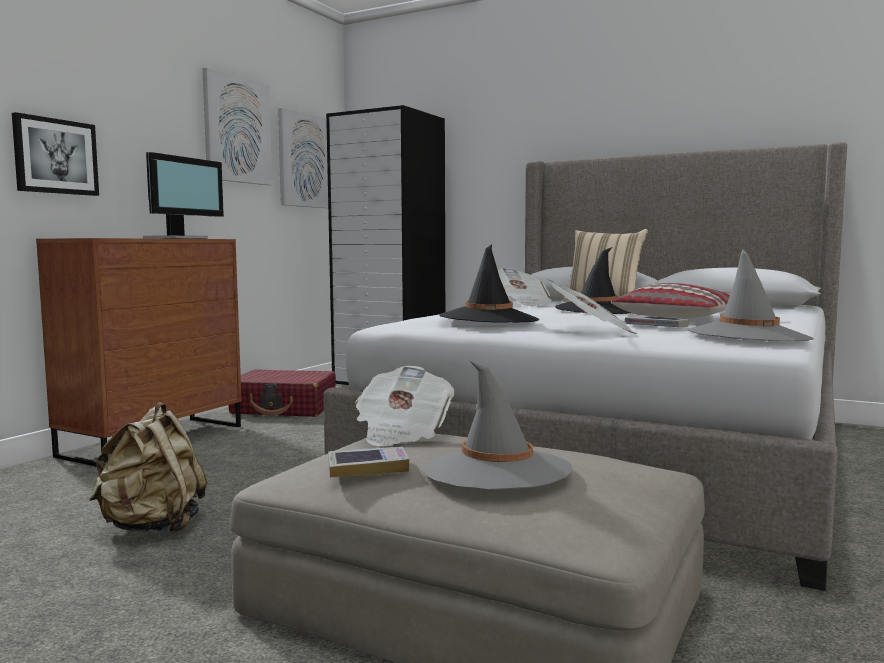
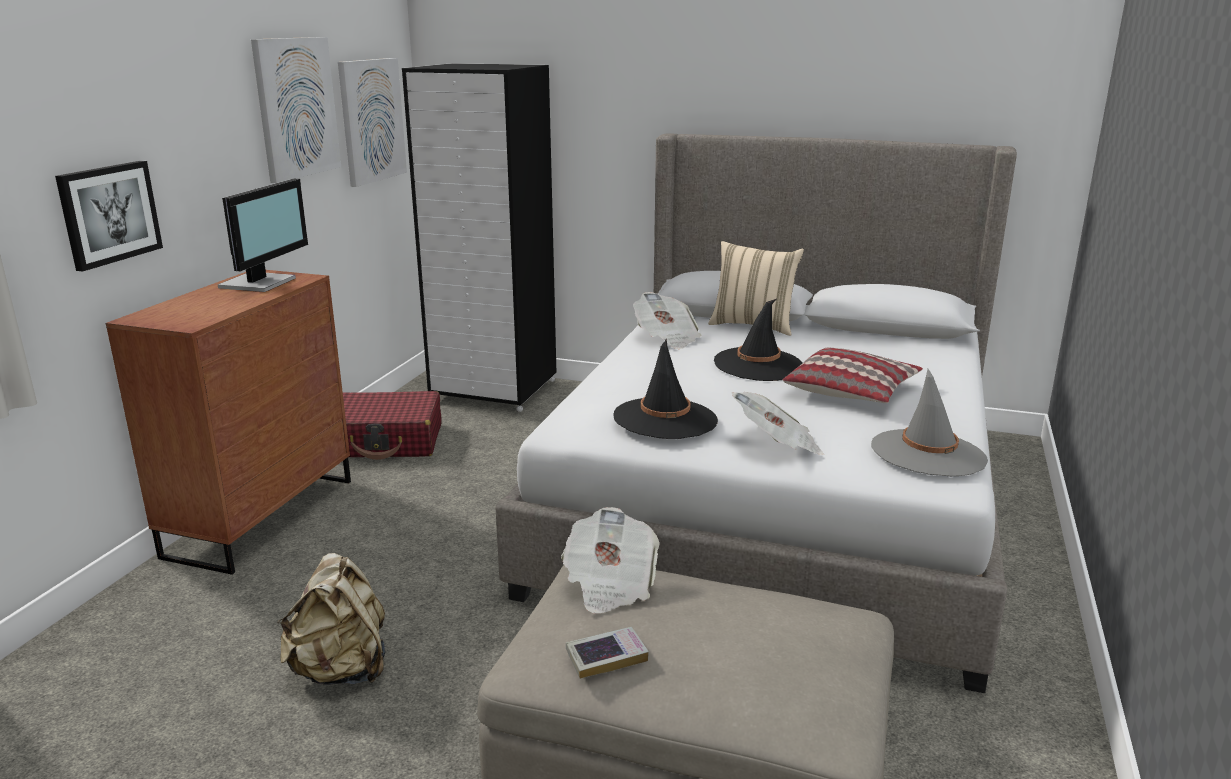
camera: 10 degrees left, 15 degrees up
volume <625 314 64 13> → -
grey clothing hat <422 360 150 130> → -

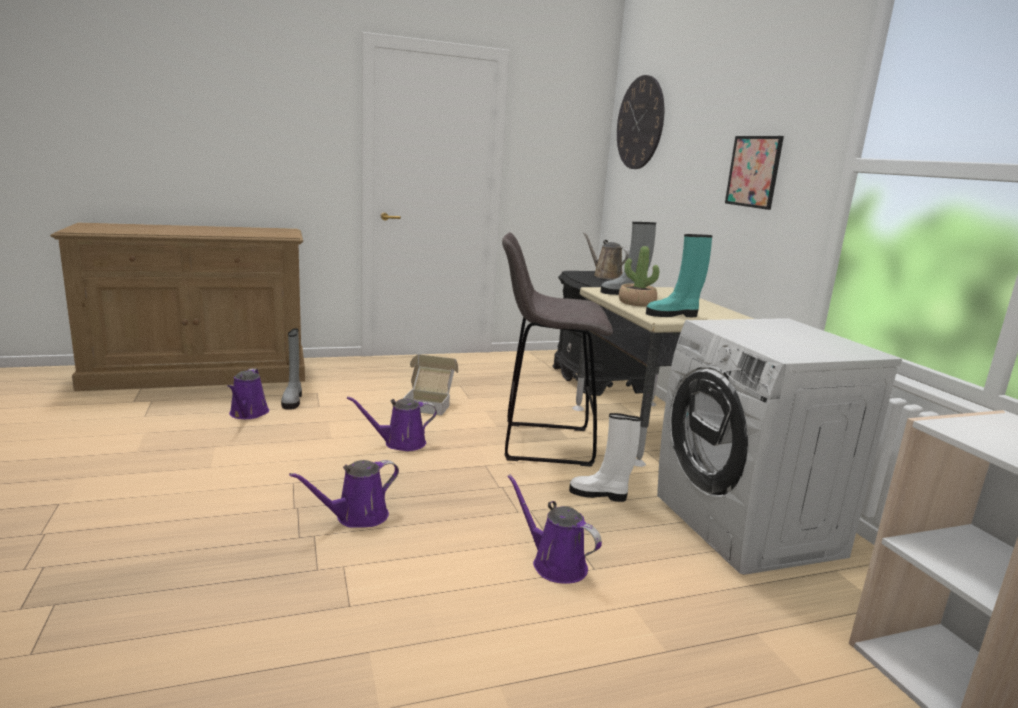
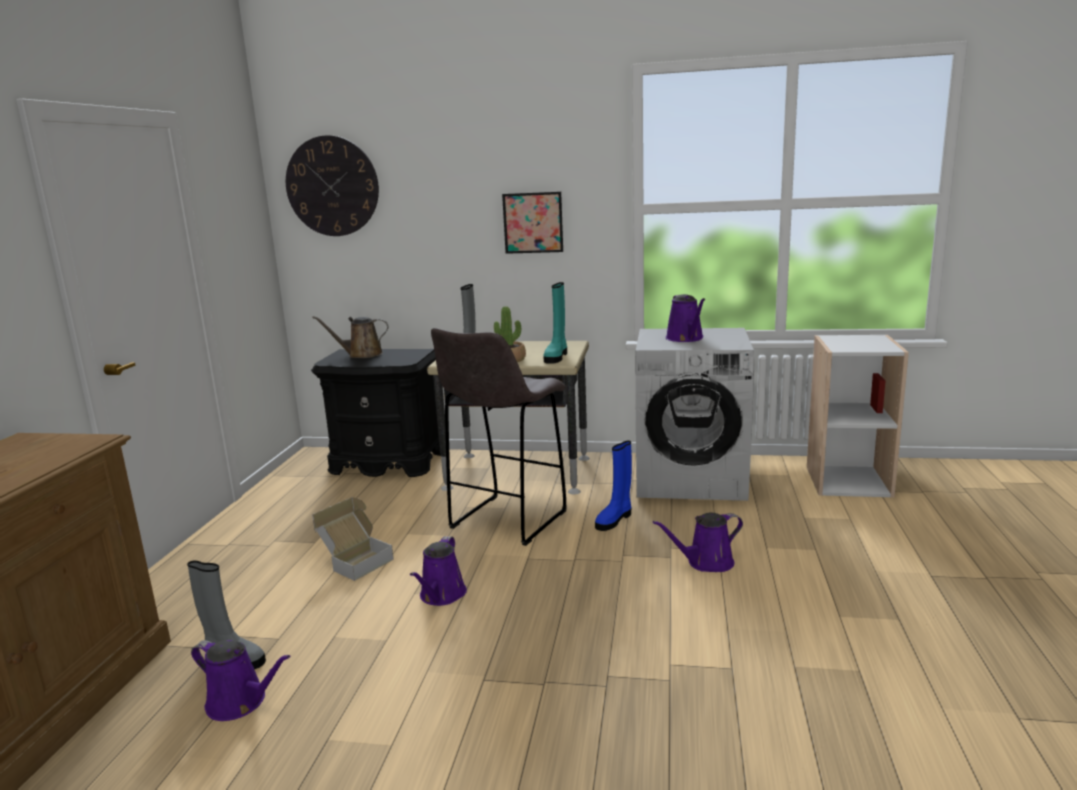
camera: 60 degrees left, 0 degrees up
white boot <569 413 72 89> → bluish boot <595 441 37 90>
purple watering can <289 460 110 68> → purple watering can <666 294 39 48>, move

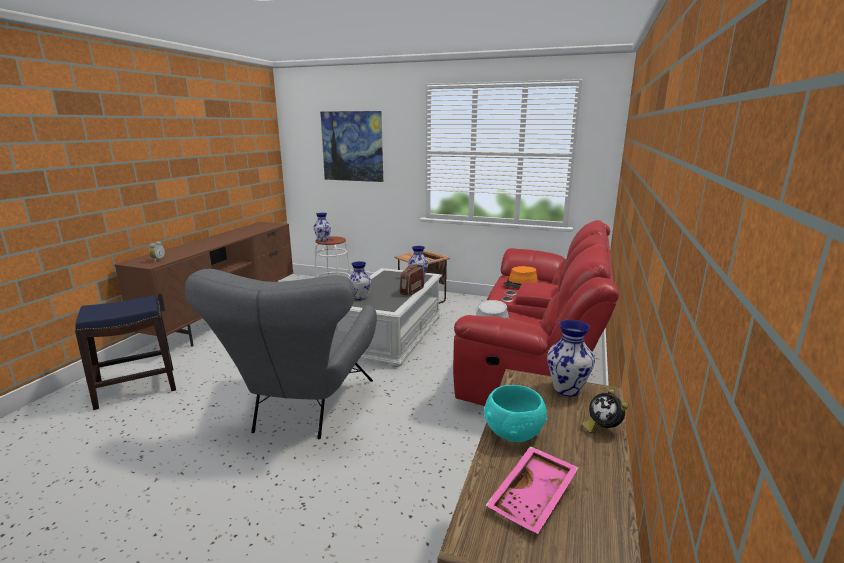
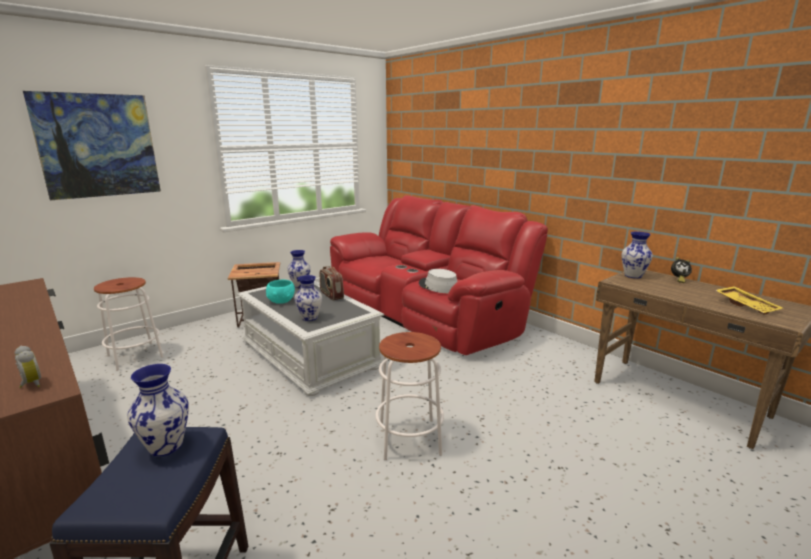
camera: 60 degrees left, 0 degrees up
vase <314 213 17 29> → vase <127 364 62 92>, move
orange clothing hat <504 266 34 22> → -
grey armchair <185 269 192 171> → white stool seat <375 332 69 128>
turquoise bowl <483 385 64 57> → turquoise bowl <266 279 29 25>, move
pinkish serving tray <485 446 94 88> → yellow serving tray <716 286 67 28>

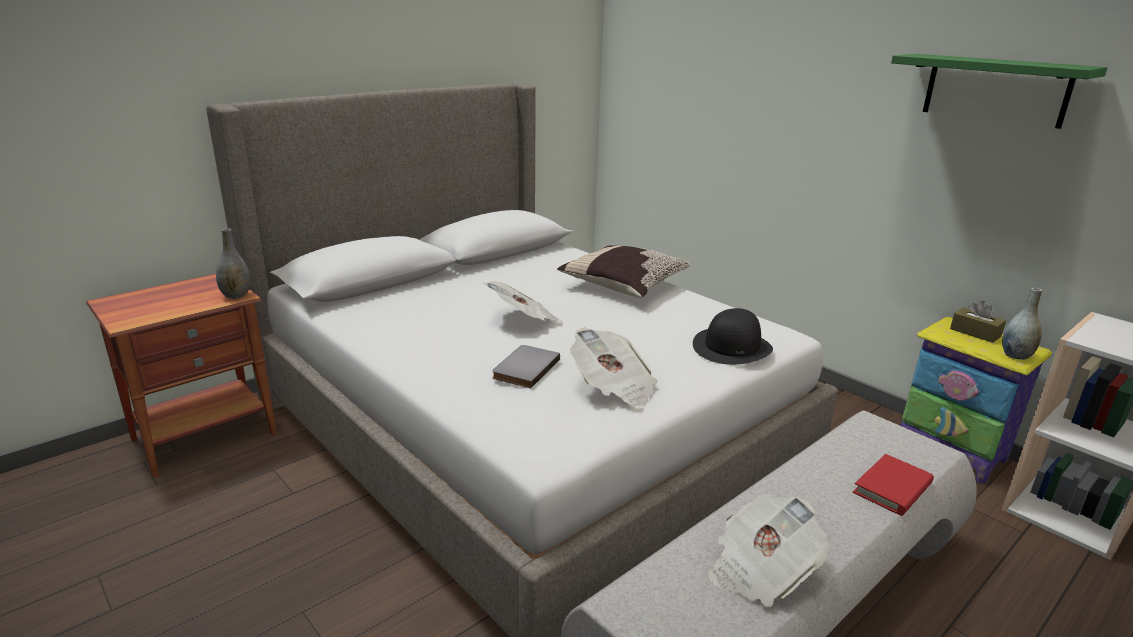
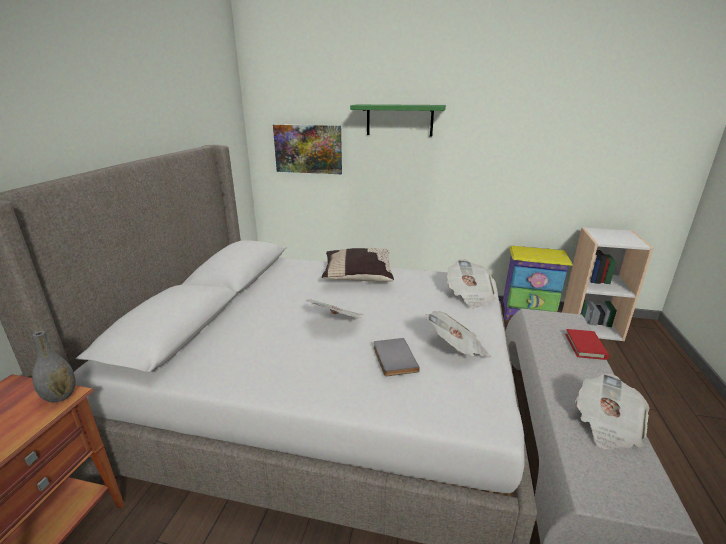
camera: 35 degrees left, 0 degrees up
green-coloured wall shelf <891 54 216 75> → green-coloured wall shelf <350 104 96 32>, move
grey vase <1002 288 40 72> → -
brown-coloured tissue box <950 301 56 42> → -
black clothing hat <693 308 80 57> → daily paper <447 259 49 50>
- → wall art <273 124 69 50>

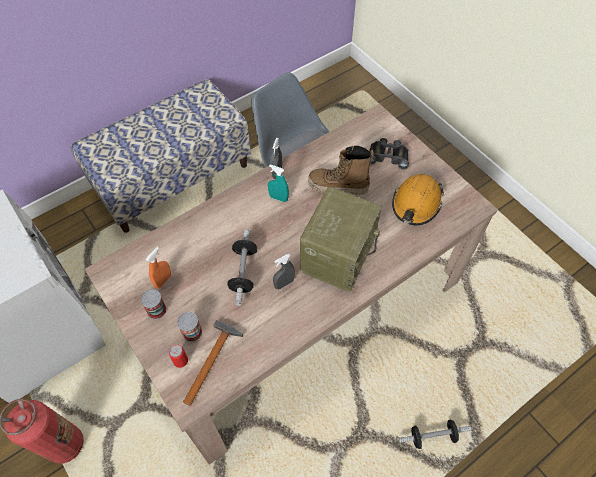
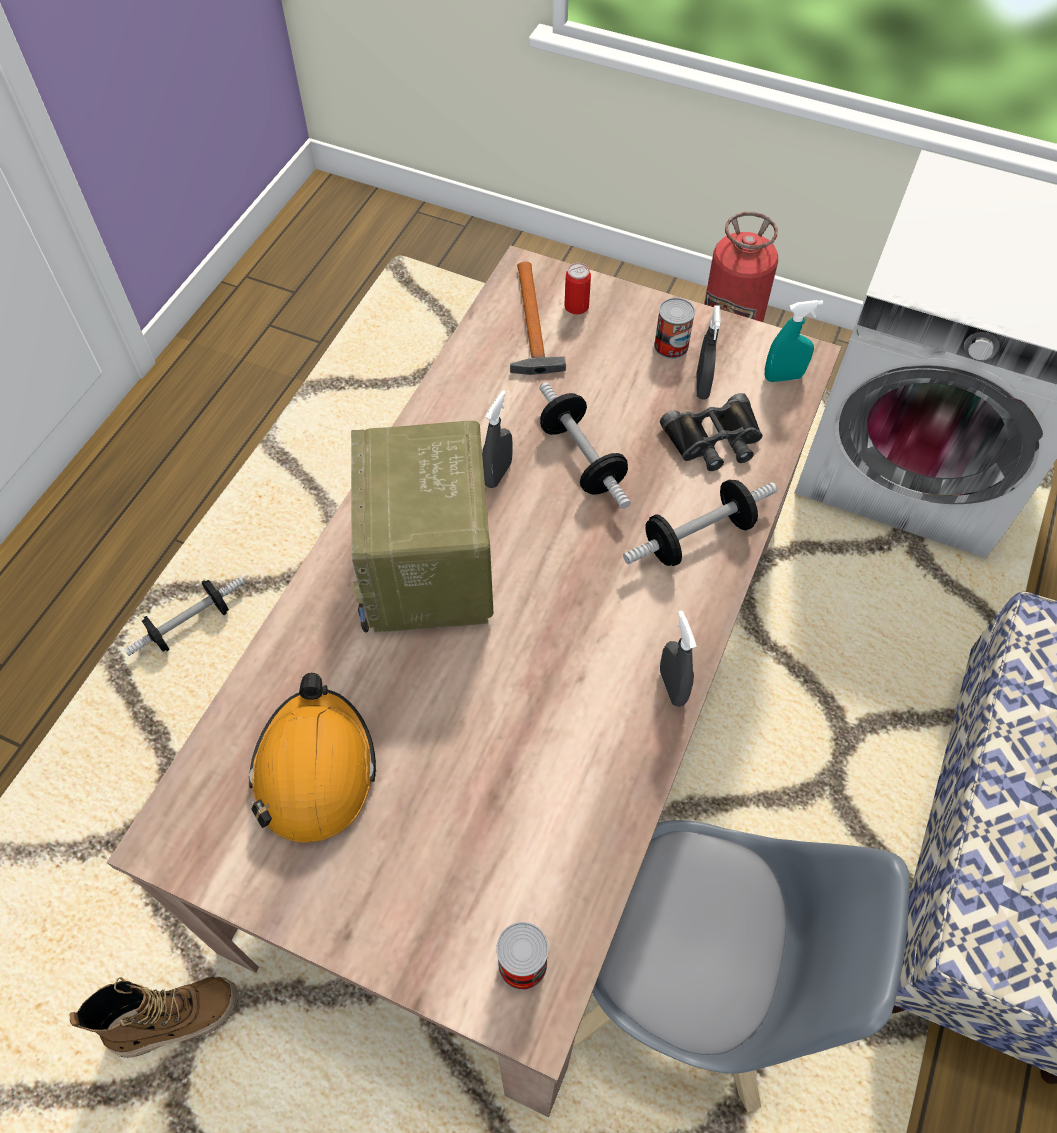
camera: 150 degrees right, 0 degrees up
black field glasses <369 138 40 32> → black field glasses <660 393 103 78>, move
boot <308 145 66 50> → boot <70 976 169 82>, move
turquoise sprayer <268 165 21 37> → turquoise sprayer <765 300 58 82>, move
orange sprayer <146 247 25 41> → grey sprayer <696 305 25 95>
sealed can <177 312 25 30> → sealed can <496 922 53 68>, move
- → dumbbell <623 479 154 87>

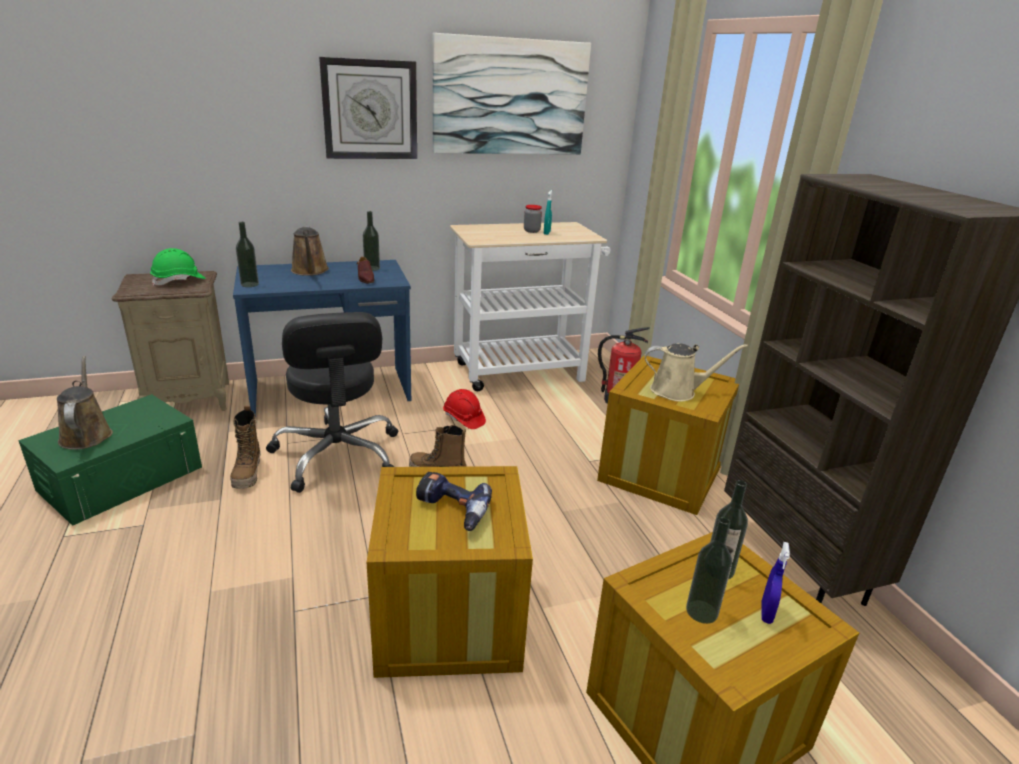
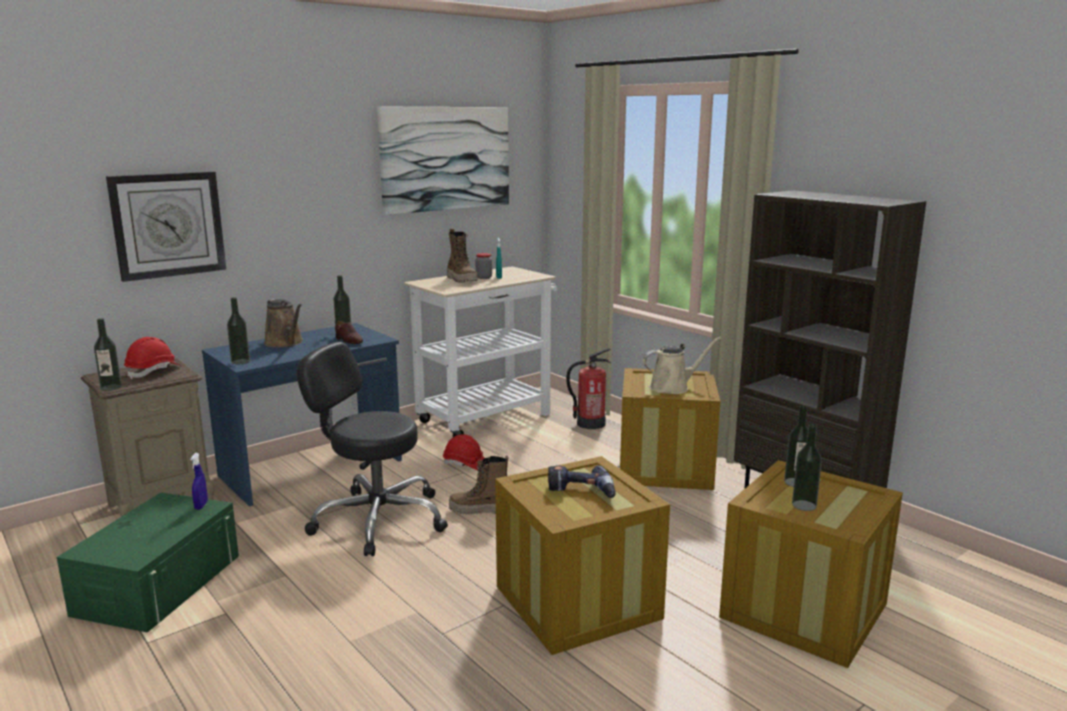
camera: 20 degrees left, 10 degrees down
hanging clock <319 57 98 102> → hanging clock <106 172 120 110>, move
green-coloured work helmet <150 248 56 38> → reddish work helmet <124 337 57 42>
black computer chair <266 312 132 181> → black computer chair <296 342 152 214>, 150 degrees clockwise
brown-coloured watering can <57 356 56 94> → -
boot <230 405 31 84> → boot <447 229 31 54>, move
bluish sprayer <761 542 29 82> → bluish sprayer <190 453 18 57>, move
- → bottle <94 318 28 73>

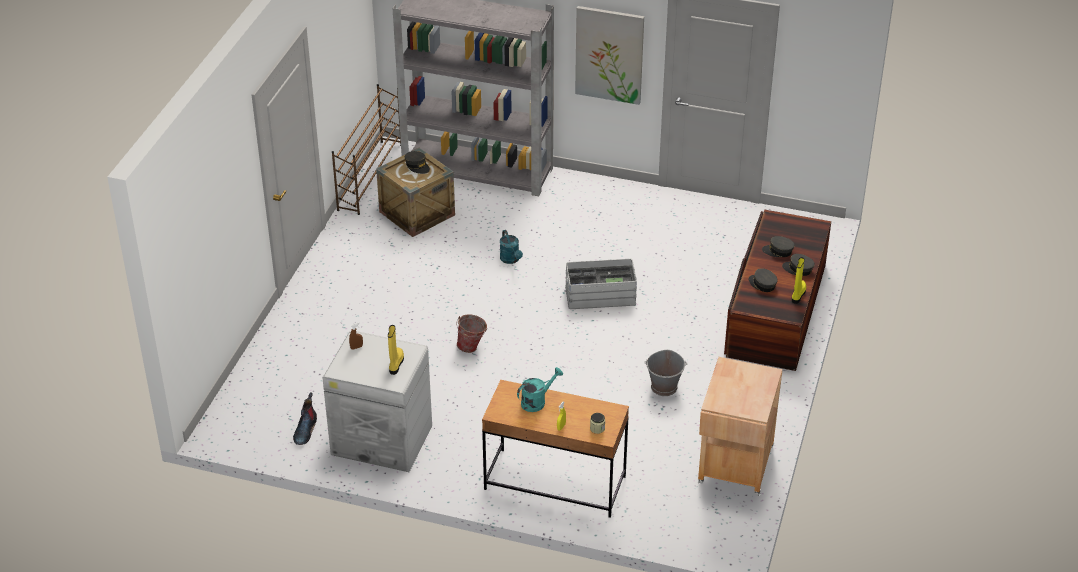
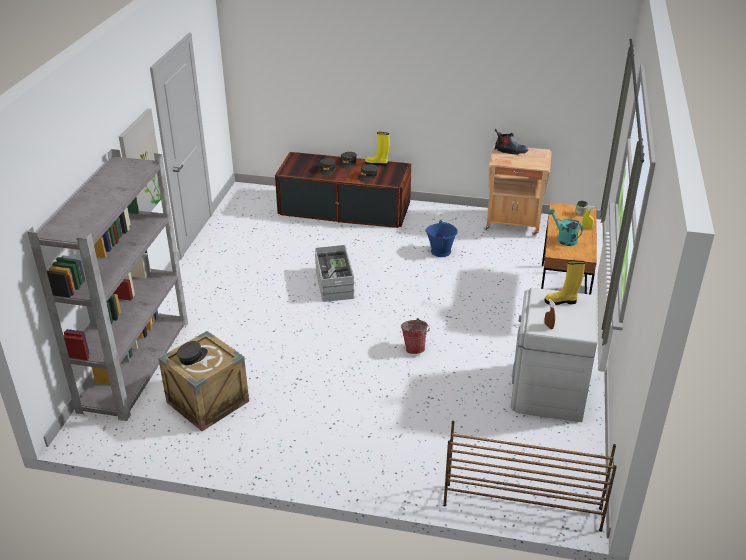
camera: 95 degrees left, 5 degrees down
brown-coloured shoe rack <332 84 69 131> → brown-coloured shoe rack <443 421 174 111>, move
turquoise watering can <500 230 23 34> → -
grey pail <644 350 43 46> → bluish pail <425 220 33 37>
boot <293 392 24 53> → boot <495 129 33 26>, move

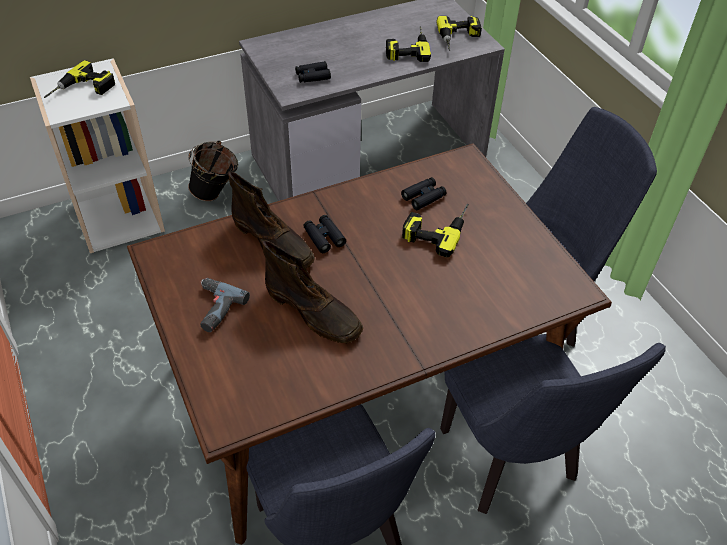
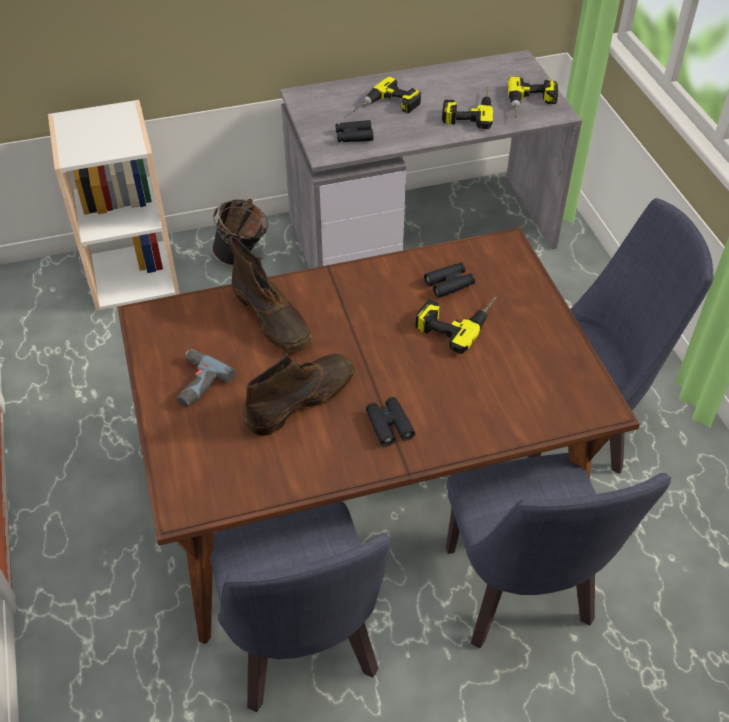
camera: 10 degrees right, 0 degrees up
power drill <44 60 71 38> → power drill <353 76 68 37>, move
black field glasses <304 215 42 38> → black field glasses <366 397 49 50>, move
brown-coloured boot <262 240 101 104> → brown-coloured boot <243 353 112 83>, 90 degrees counterclockwise

